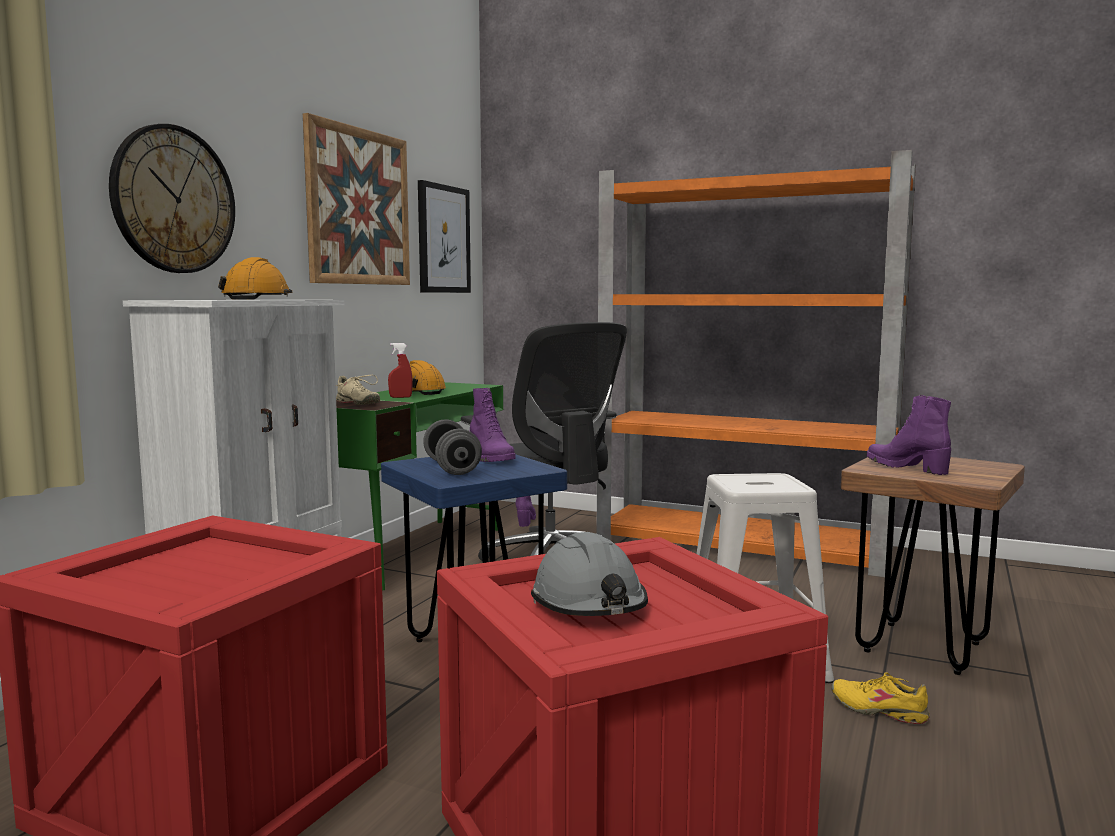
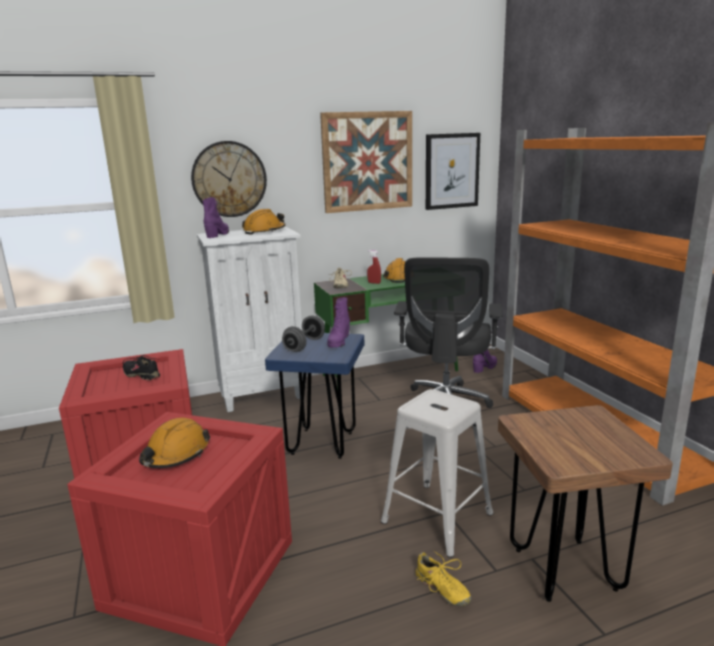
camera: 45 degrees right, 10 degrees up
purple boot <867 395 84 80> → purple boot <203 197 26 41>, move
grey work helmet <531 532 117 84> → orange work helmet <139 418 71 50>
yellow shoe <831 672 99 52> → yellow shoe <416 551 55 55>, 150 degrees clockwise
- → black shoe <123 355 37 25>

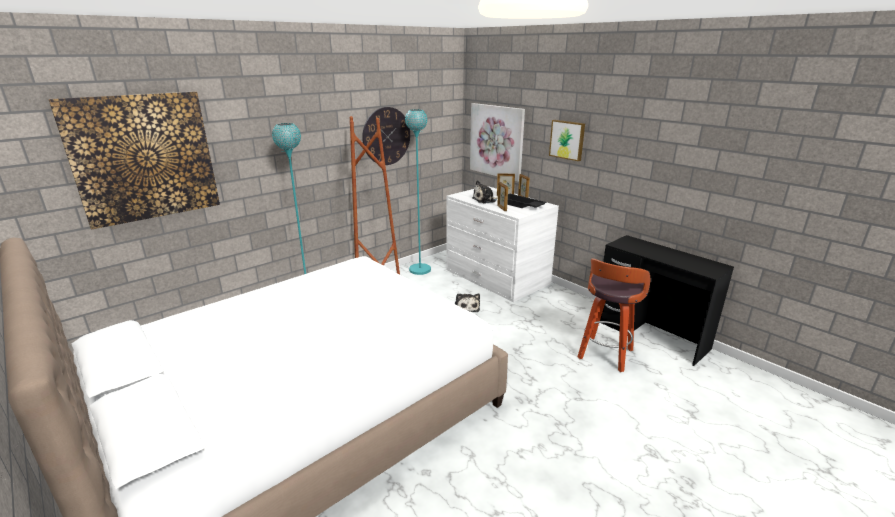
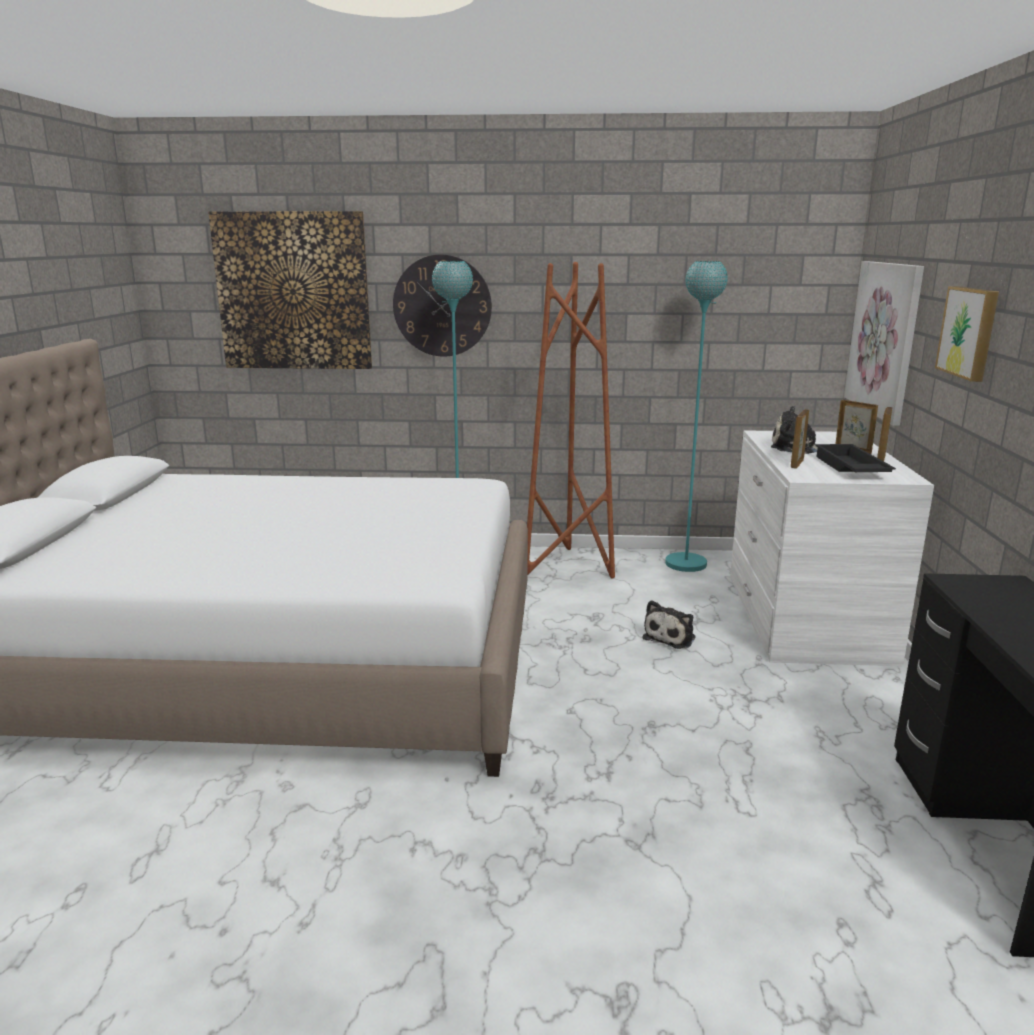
camera: 45 degrees right, 5 degrees down
hanging clock <362 107 48 58> → hanging clock <393 254 99 103>, move
stool seat <577 259 73 113> → -

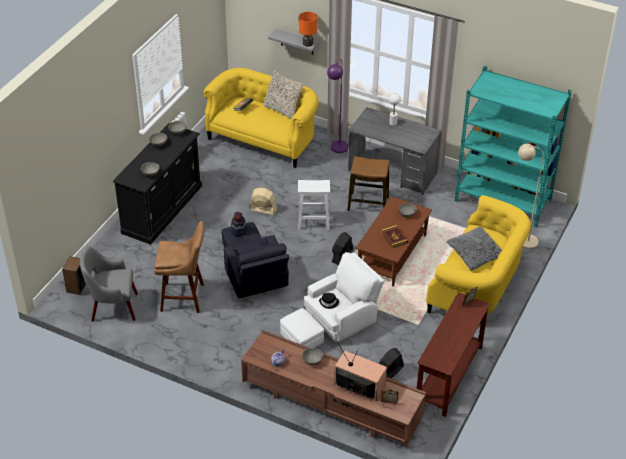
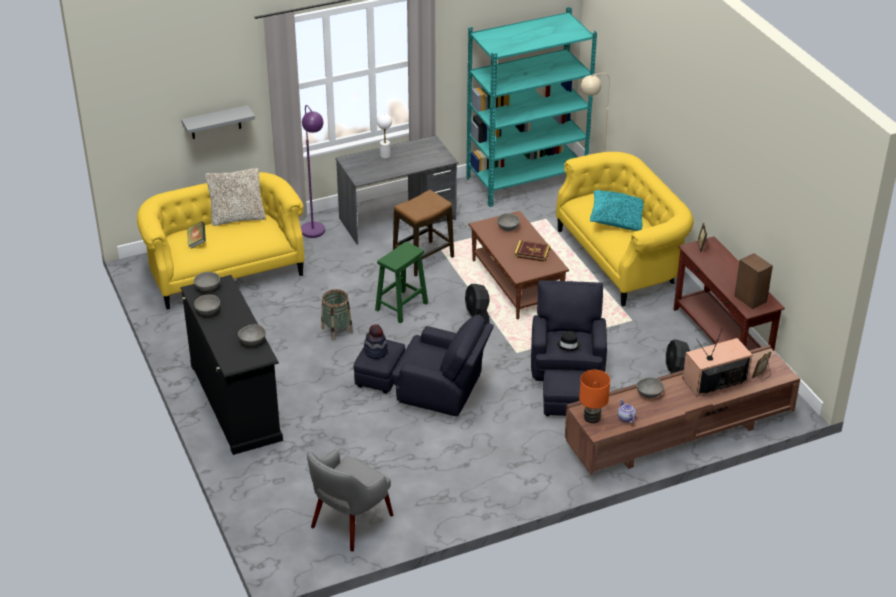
camera: 50 degrees left, 5 degrees down
orange tabletop lamp <299 12 18 35> → orange tabletop lamp <579 370 31 53>, move
white stool seat <298 180 32 50> → green-coloured stool seat <375 241 53 82>
beige-coloured fan <249 187 28 28> → household basket <321 289 32 52>
brown-coloured stool seat <154 221 50 92> → -
grey pillow <446 227 56 44> → turquoise pillow <590 190 54 41>
white armchair <280 252 105 96> → black armchair <531 280 76 136>
audio speaker <62 256 24 39> → audio speaker <734 253 39 56>, move

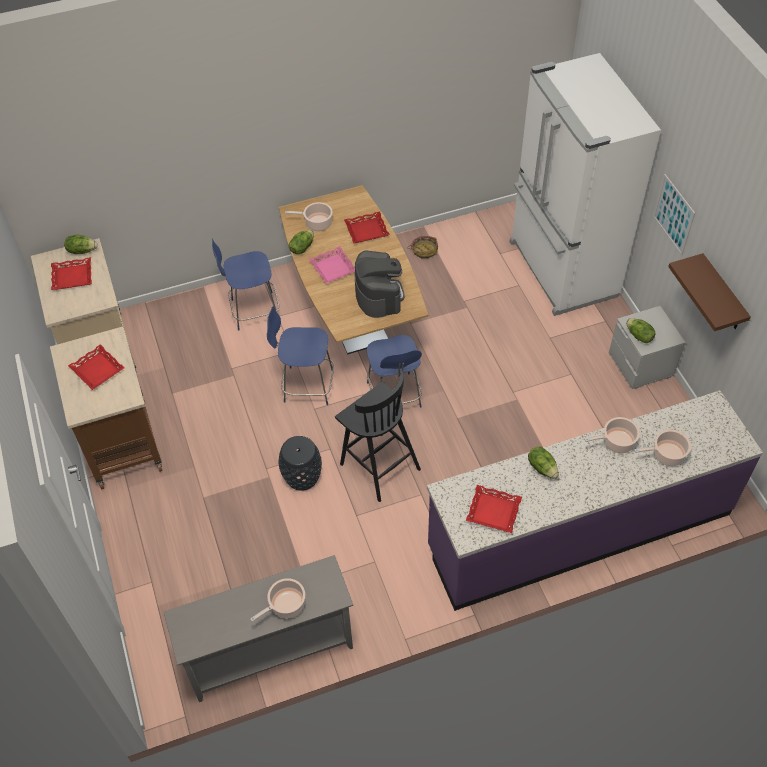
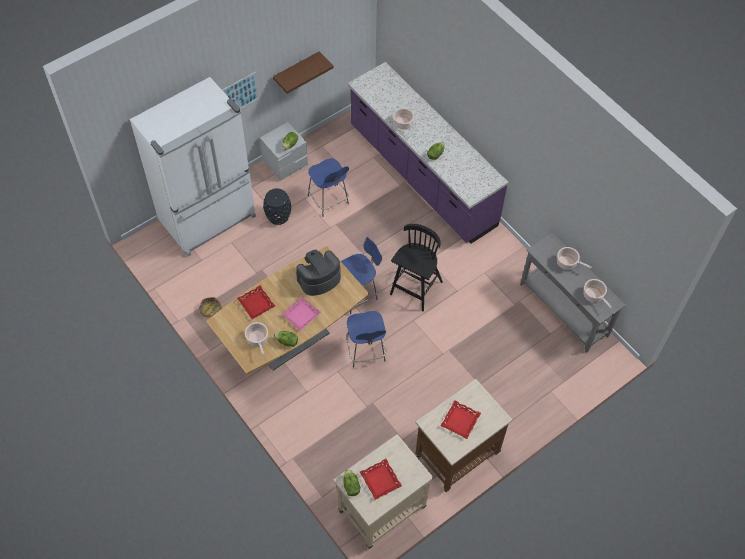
camera: 110 degrees left, 5 degrees up
bluish plain chair <212 238 67 93> → bluish plain chair <308 158 41 59>, move
cooking pot <634 430 57 36> → cooking pot <583 279 29 29>, move
black stool seat <279 436 43 55> → black stool seat <263 188 28 37>, move
reddish serving tray <466 485 56 48> → -

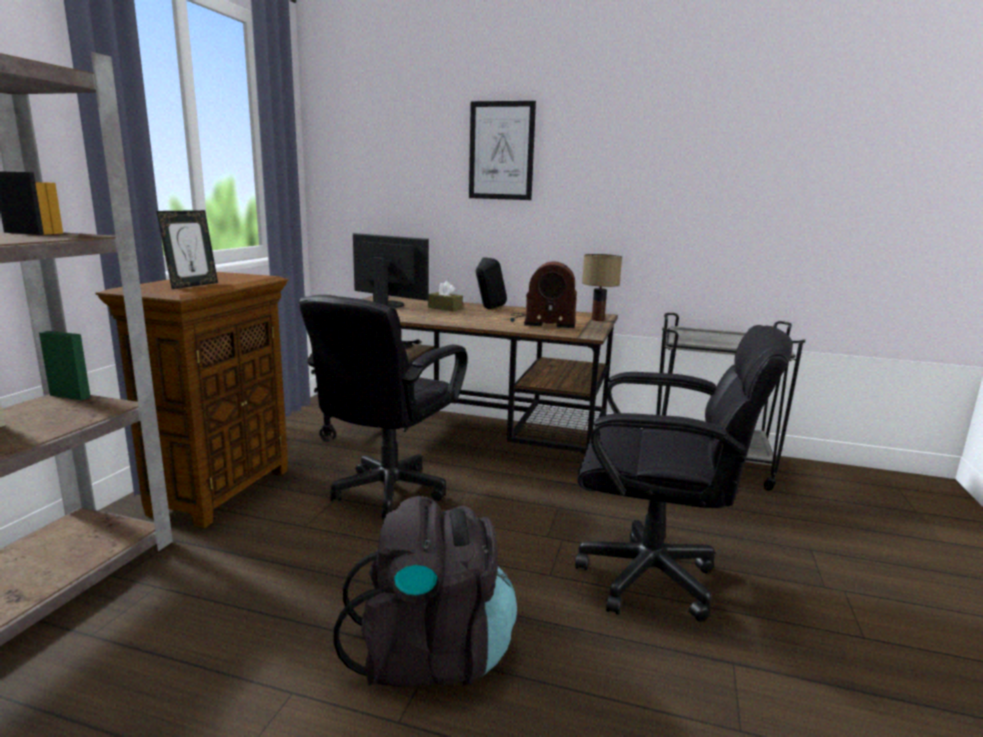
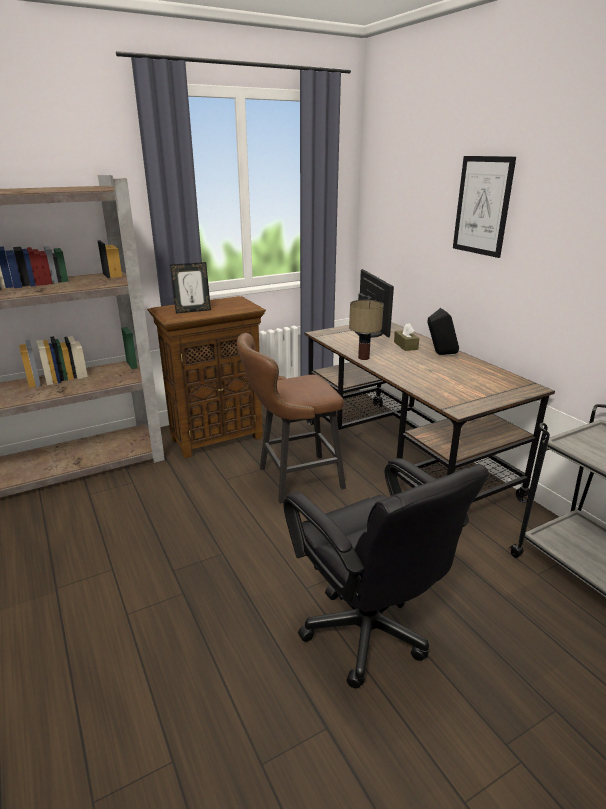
camera: 45 degrees right, 10 degrees up
tabletop lamp <582 254 40 67> → tabletop lamp <349 300 35 60>, move
radio receiver <510 262 67 66> → -
black computer chair <299 295 169 225> → brown-coloured stool seat <237 333 109 171>
black rucksack <333 496 184 191> → -

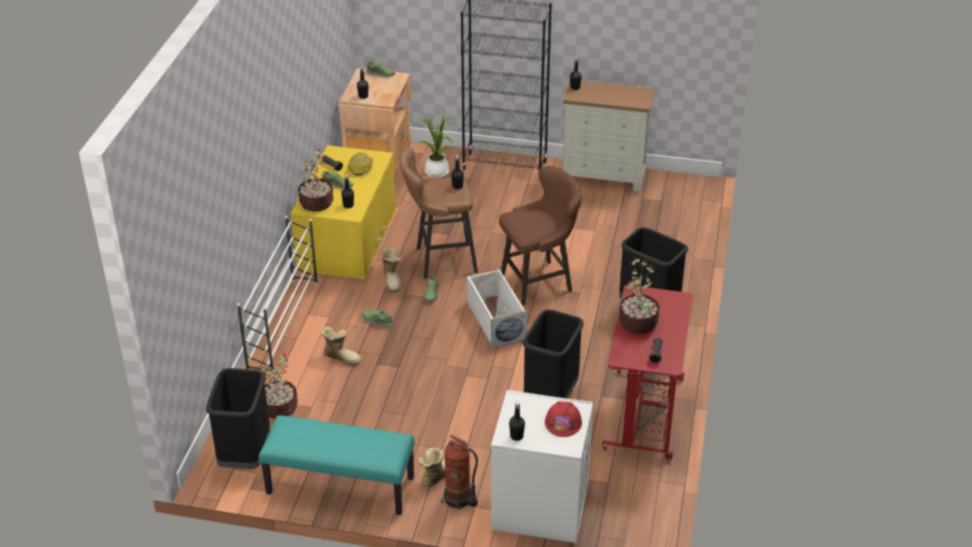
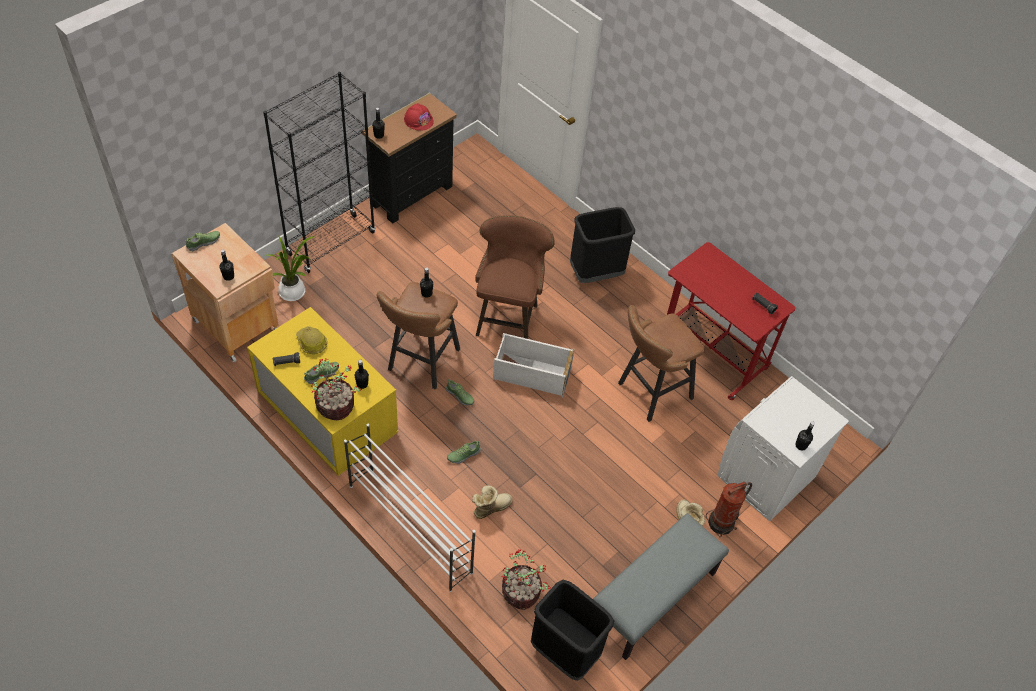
camera: 60 degrees left, 15 degrees up
white drawer chest <563 79 92 113> → black drawer chest <362 93 95 131>
boot <382 247 20 45> → -
houseplant <619 258 41 76> → -
black rubbish bin <523 309 61 89> → brown-coloured stool seat <618 305 87 117>
reddish work helmet <545 401 37 36> → reddish work helmet <404 103 30 28>, move
turquoise indoor bench <259 415 156 100> → grey indoor bench <593 513 136 147>

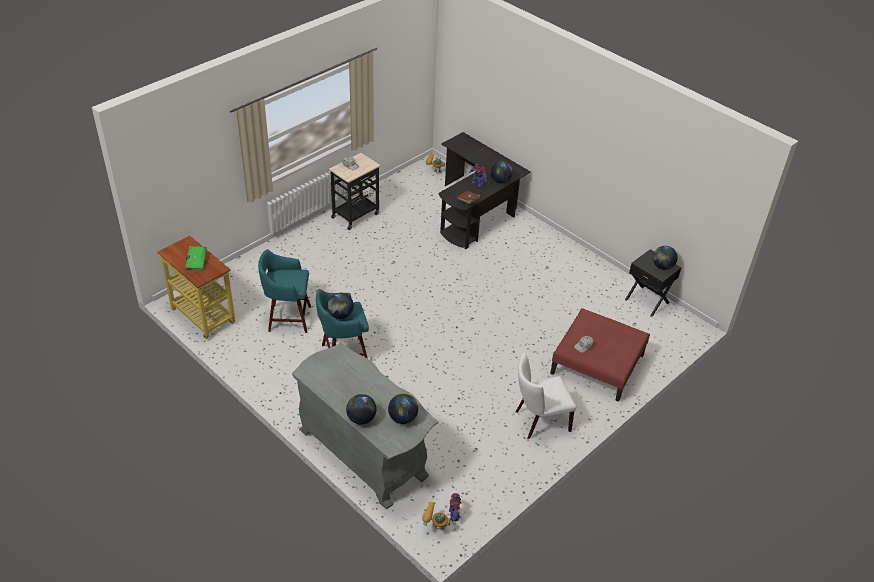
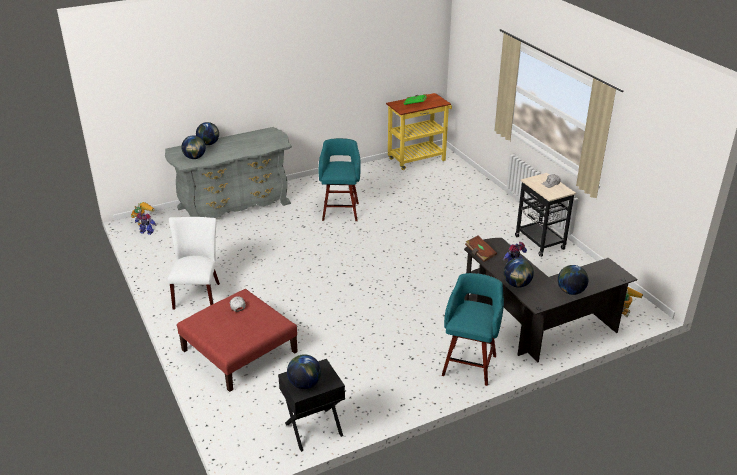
camera: 110 degrees right, 10 degrees down
turquoise stool seat <258 249 53 84> → turquoise stool seat <442 273 62 113>, move
desk globe <327 293 27 26> → desk globe <558 265 30 30>, move

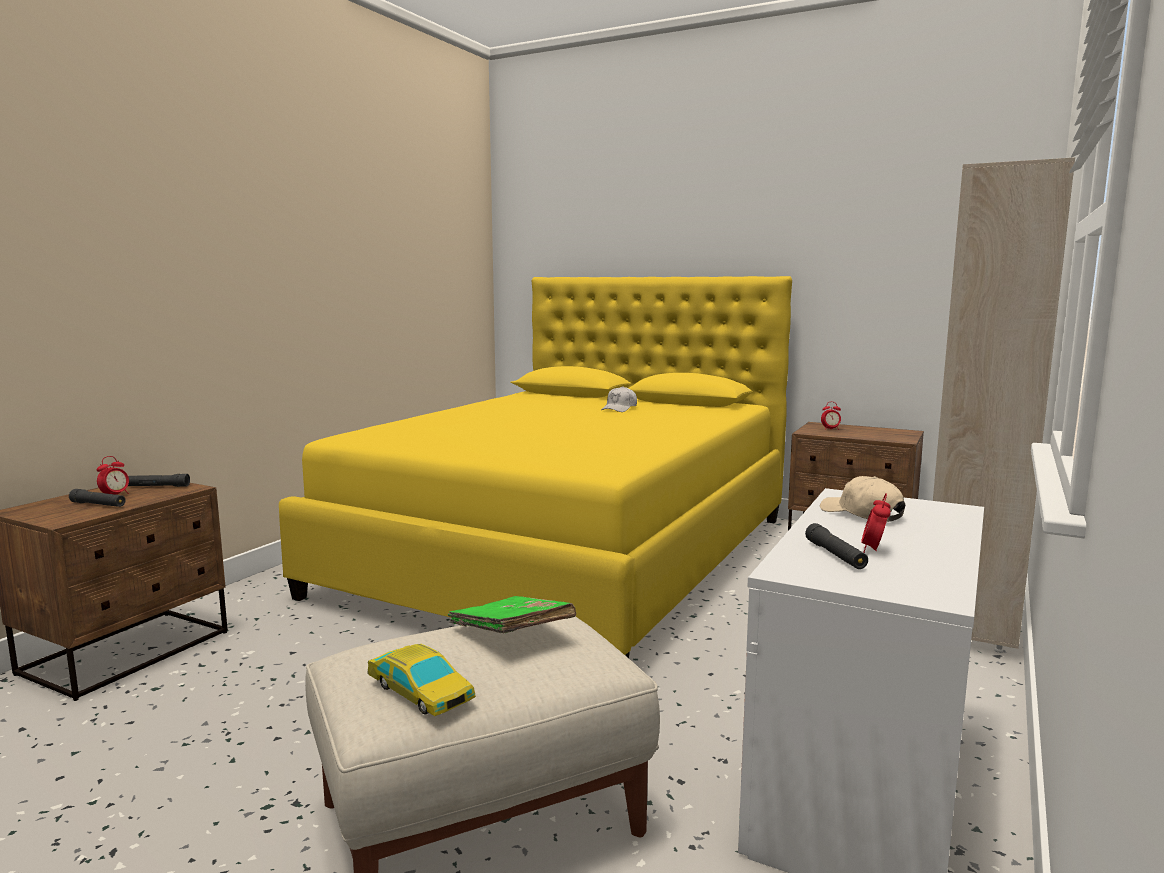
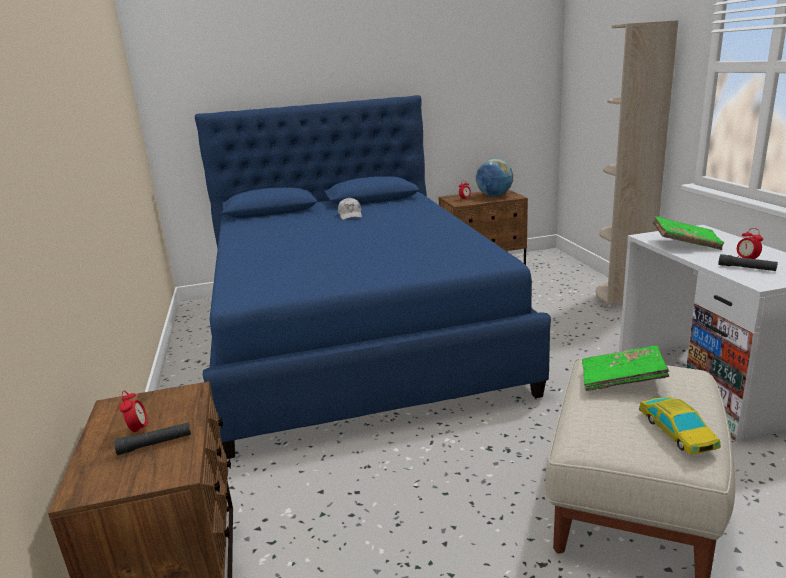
camera: 40 degrees left, 10 degrees up
yellow sleeping bed <279 276 513 382> → bluish sleeping bed <195 95 356 364>
black flashlight <128 474 62 13> → -
beige-coloured peaked cap <820 476 85 46> → green-coloured volume <652 216 72 34>
miniature car <367 644 109 72> → miniature car <639 397 82 57>, 75 degrees clockwise
- → desk globe <476 159 37 38>

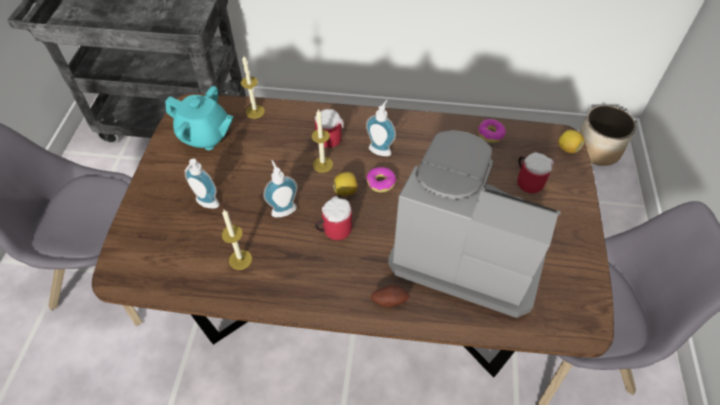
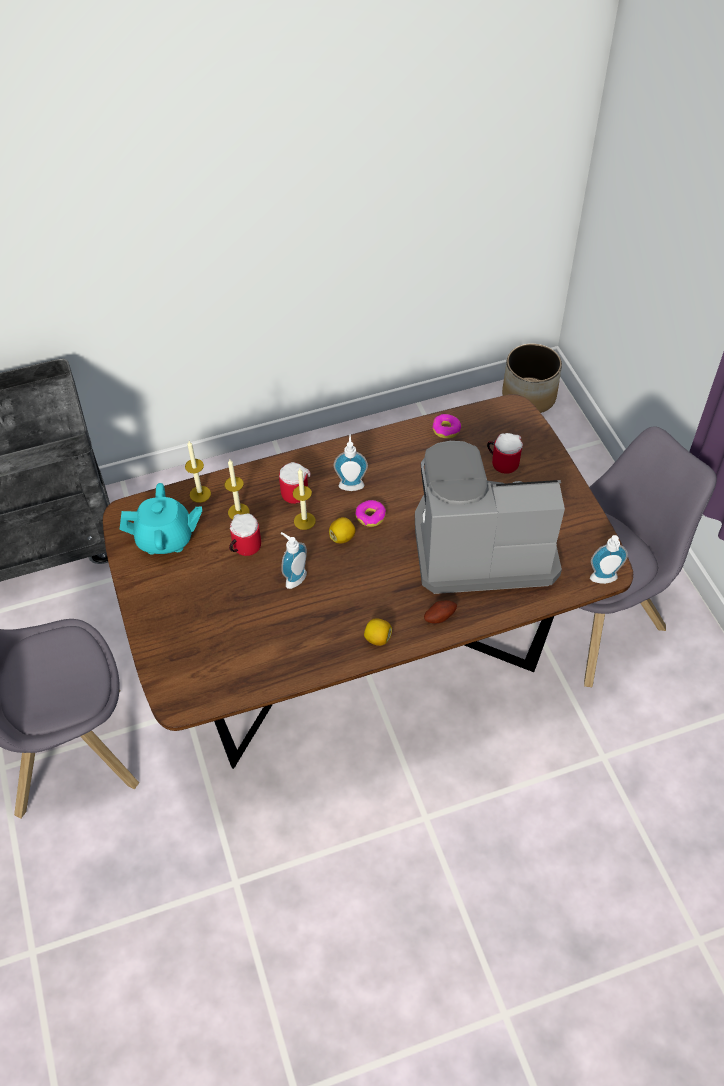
camera: 25 degrees left, 0 degrees up
whole lemon <558 130 26 23> → whole lemon <364 618 28 28>, move
soap bottle <184 159 36 49> → soap bottle <590 535 38 49>, move
tea mug <315 196 37 44> → tea mug <229 513 32 43>, move
wax candle <221 210 31 60> → wax candle <225 459 25 61>, move

